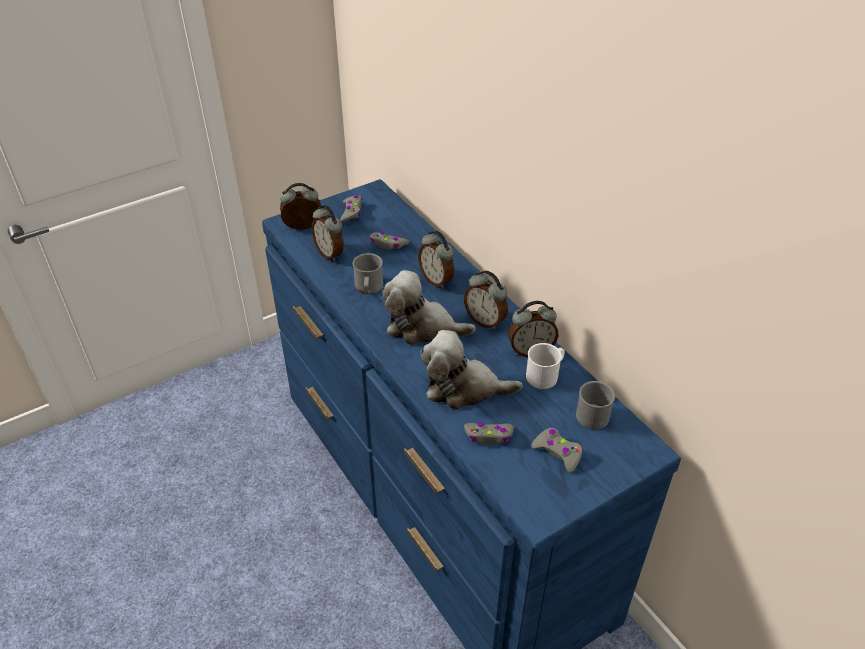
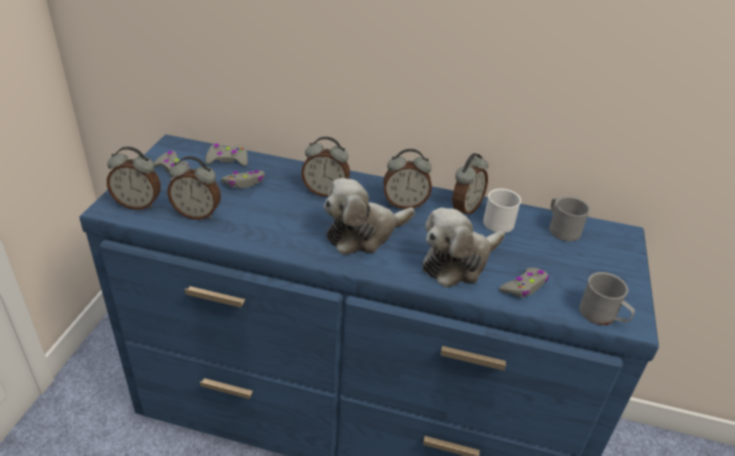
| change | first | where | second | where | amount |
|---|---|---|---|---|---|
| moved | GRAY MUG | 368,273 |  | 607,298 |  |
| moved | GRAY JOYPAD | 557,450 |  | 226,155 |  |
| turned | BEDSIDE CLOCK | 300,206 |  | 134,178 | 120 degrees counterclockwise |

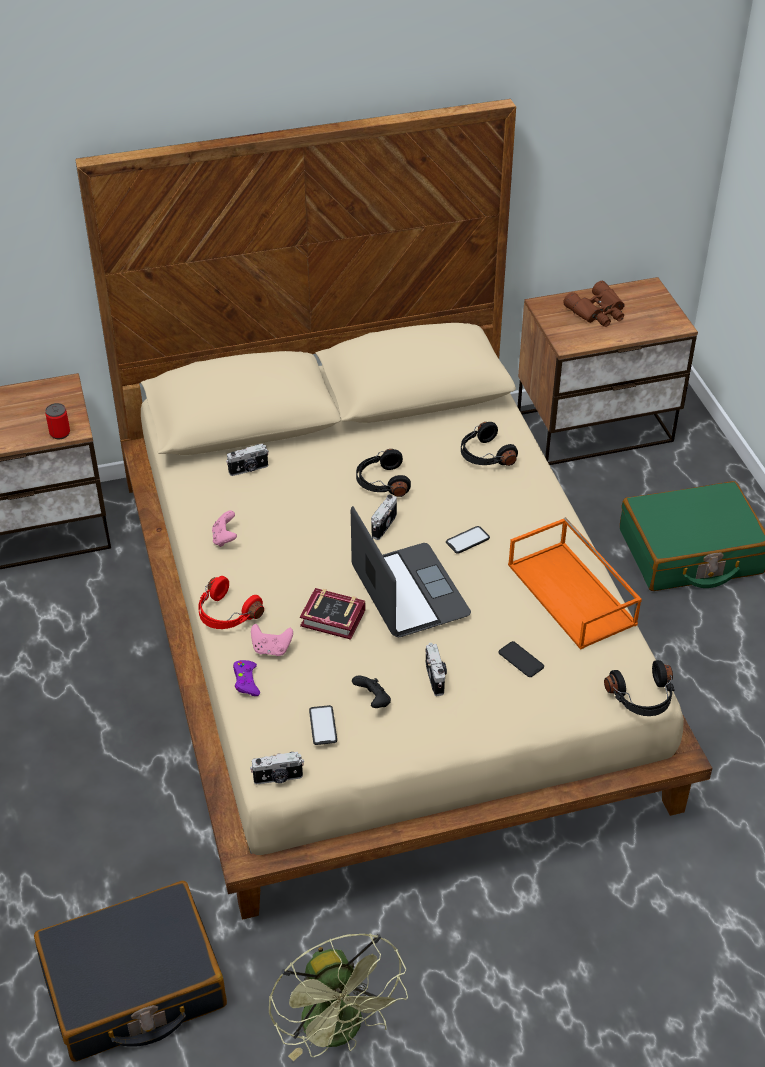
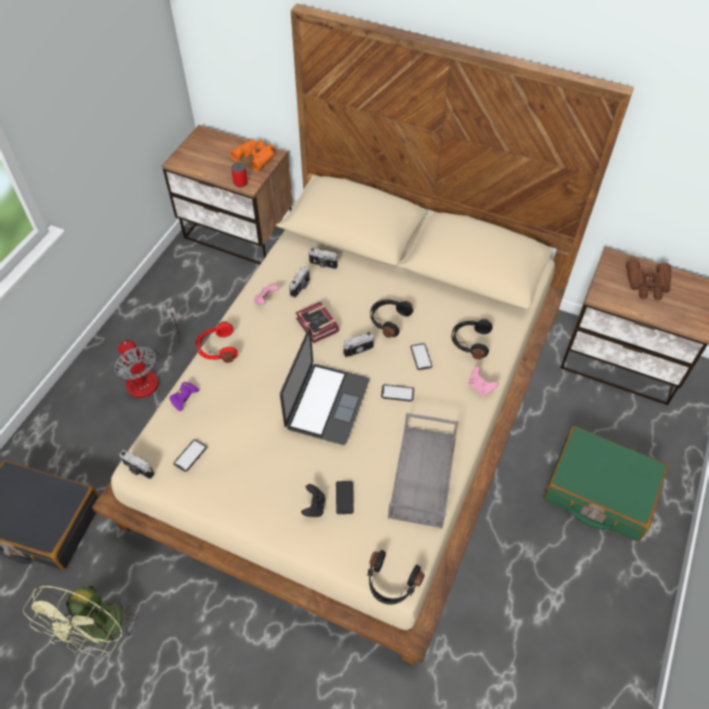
| change | first | where | second | where | amount |
|---|---|---|---|---|---|
| added |  |  | COOLING FAN | 147,352 |  |
| added |  |  | ORANGEY PAIR OF BINOCULARS | 252,155 |  |
| added |  |  | HANDSET | 421,356 |  |
| moved | PINKISH JOYPAD | 272,640 |  | 484,381 |  |
| moved | BOUND BOOK | 332,614 |  | 317,322 |  |
| moved | BLACK-COLOURED JOYPAD | 371,691 |  | 313,500 |  |
| moved | PHOTO CAMERA | 436,669 |  | 299,282 |  |
| recoloured | ORANGEY CARRYING TRAY | 575,583 | GRAY CARRYING TRAY | 423,471 |  |

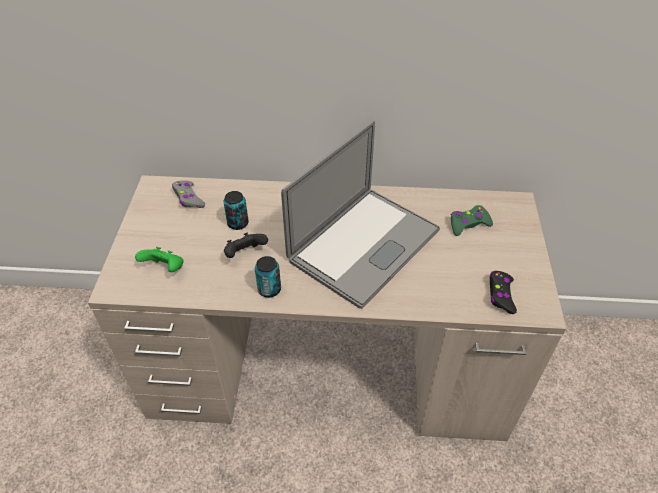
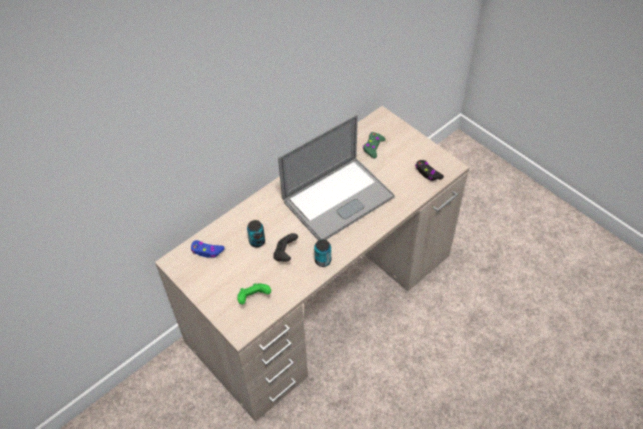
| change | first | where | second | where | amount |
|---|---|---|---|---|---|
| recoloured | GRAY JOYPAD | 188,194 | BLUE JOYPAD | 208,249 |  |
| turned | PORTABLE COMPUTER | 360,214 |  | 336,177 | 60 degrees clockwise |

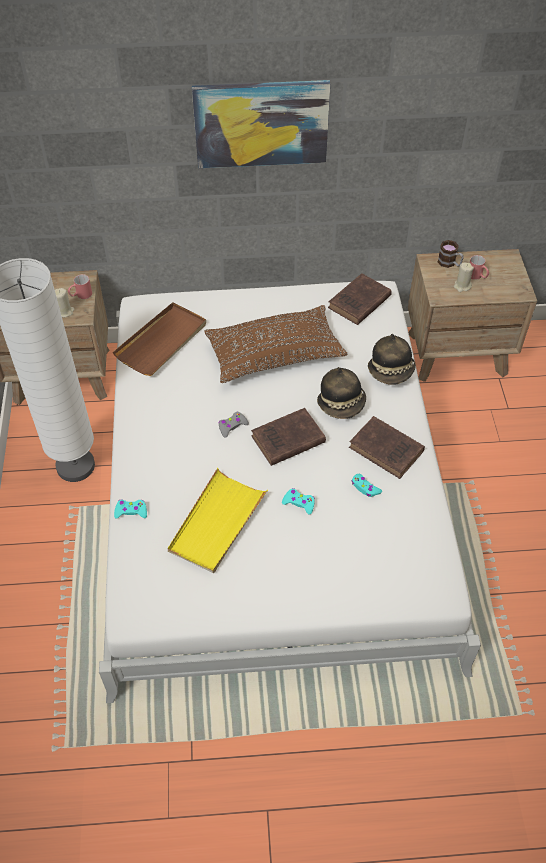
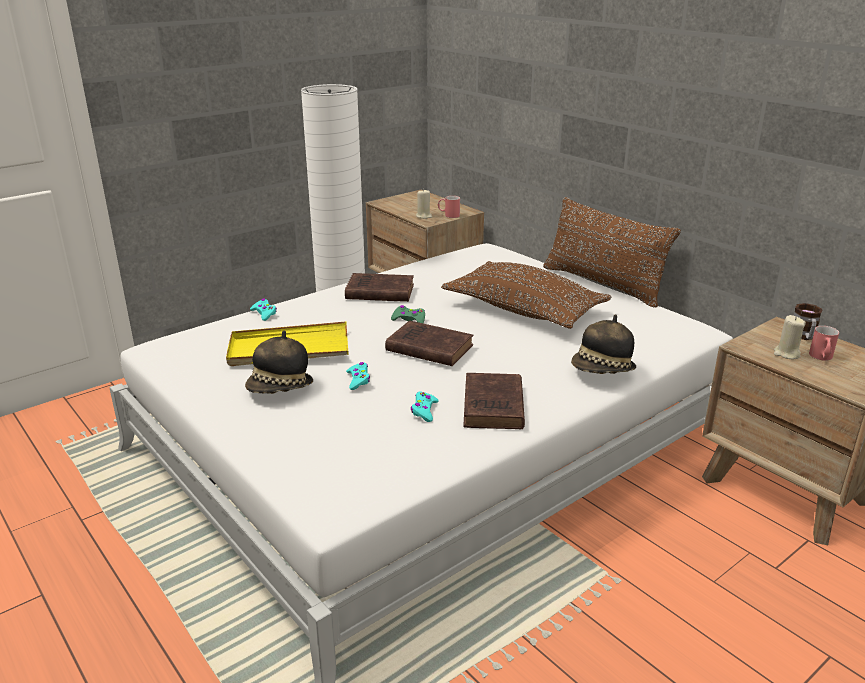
| change | first | where | second | where | amount |
|---|---|---|---|---|---|
| removed | BROWNISH CARRYING TRAY | 159,339 |  |  |  |
| removed | PICTURE | 261,124 |  |  |  |
| added |  |  | BROWNISH THROW PILLOW | 612,252 |  |
| moved | CLOTHING HAT | 341,393 |  | 279,362 |  |
| moved | BROWNISH BOUND BOOK | 360,299 |  | 379,287 |  |
| recoloured | GRAY JOYPAD | 233,425 | GREEN-COLOURED JOYPAD | 408,314 |  |

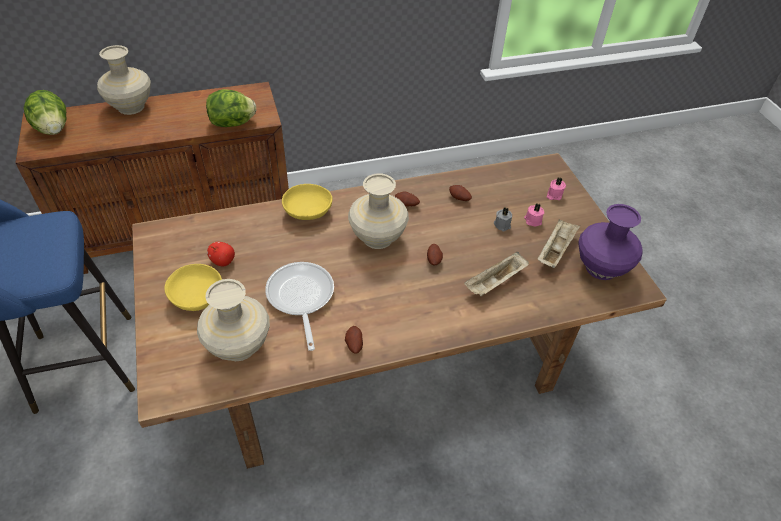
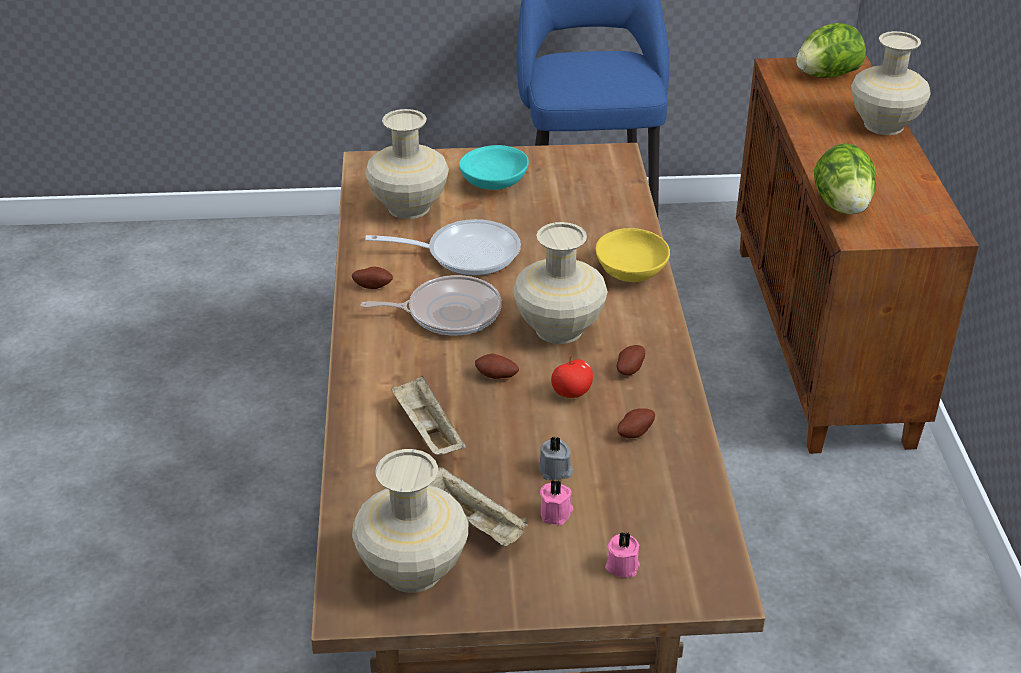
| change | first | where | second | where | amount |
|---|---|---|---|---|---|
| added |  |  | SKILLET | 431,305 |  |
| moved | APPLE FRUIT | 221,254 |  | 572,376 |  |
| recoloured | YELLOWISH DEEP DISH | 193,287 | BLUE-GREEN DEEP DISH | 494,167 |  |
| recoloured | PURPLE VASE | 611,242 | BEIGE VASE | 410,521 |  |

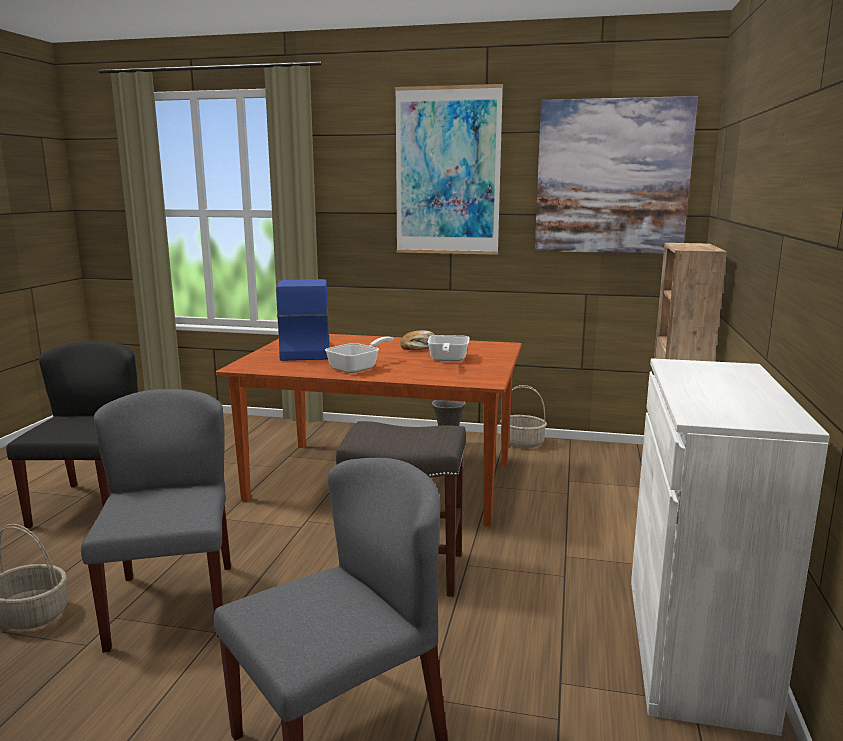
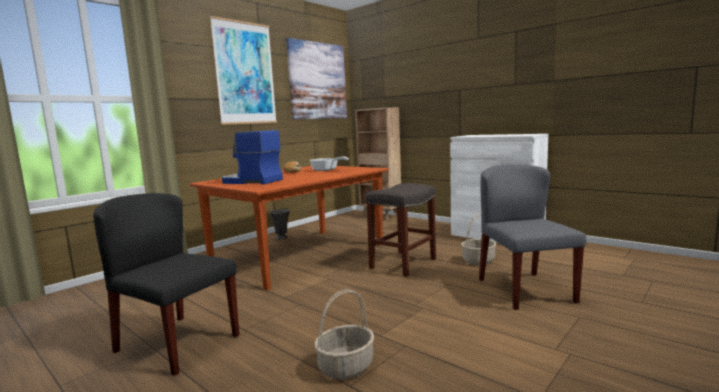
| change | first | where | second | where | amount |
|---|---|---|---|---|---|
| removed | GRAY UPRIGHT CHAIR | 156,521 |  |  |  |
| removed | SKILLET | 359,354 |  |  |  |
| moved | BASKET | 523,416 |  | 478,239 |  |

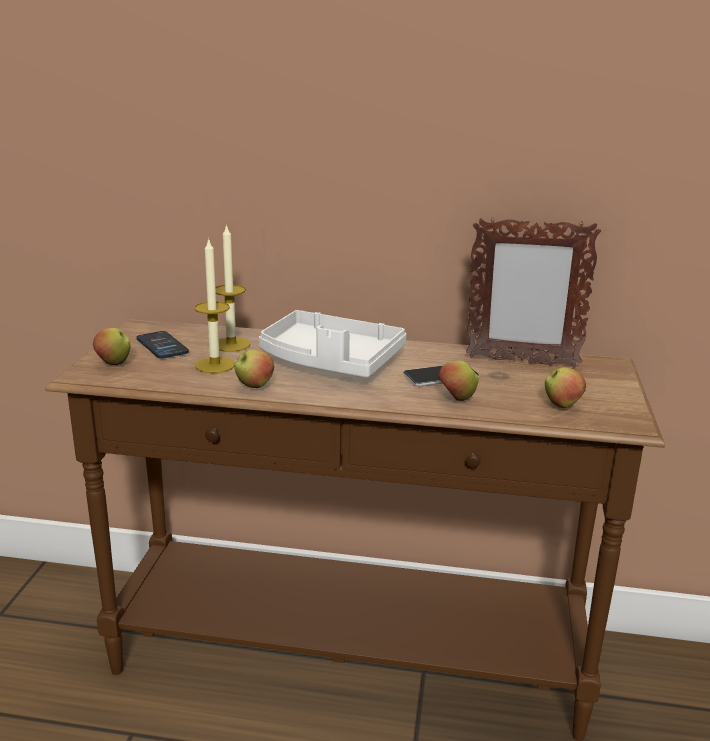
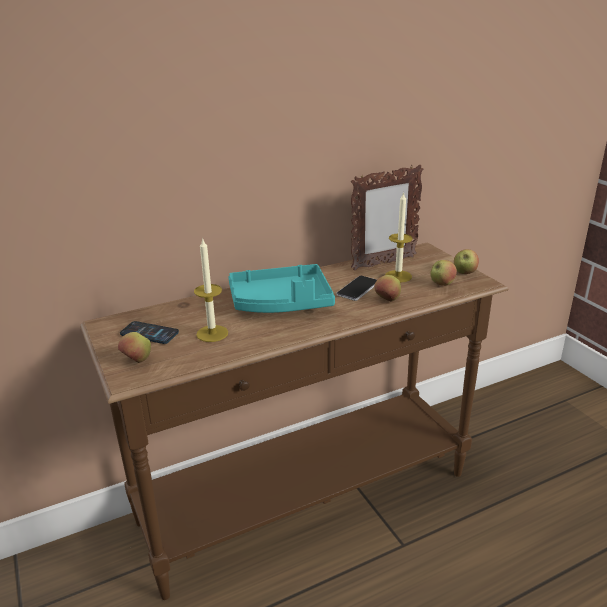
| change | first | where | second | where | amount |
|---|---|---|---|---|---|
| moved | WAX CANDLE | 233,288 |  | 399,237 |  |
| moved | APPLE FRUIT | 254,368 |  | 466,261 |  |
| recoloured | WHITE-COLOURED CARRYING TRAY | 333,344 | BLUE-GREEN CARRYING TRAY | 281,288 |  |

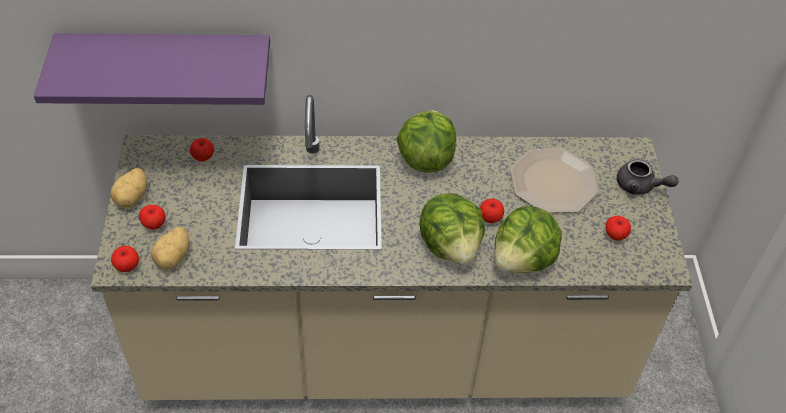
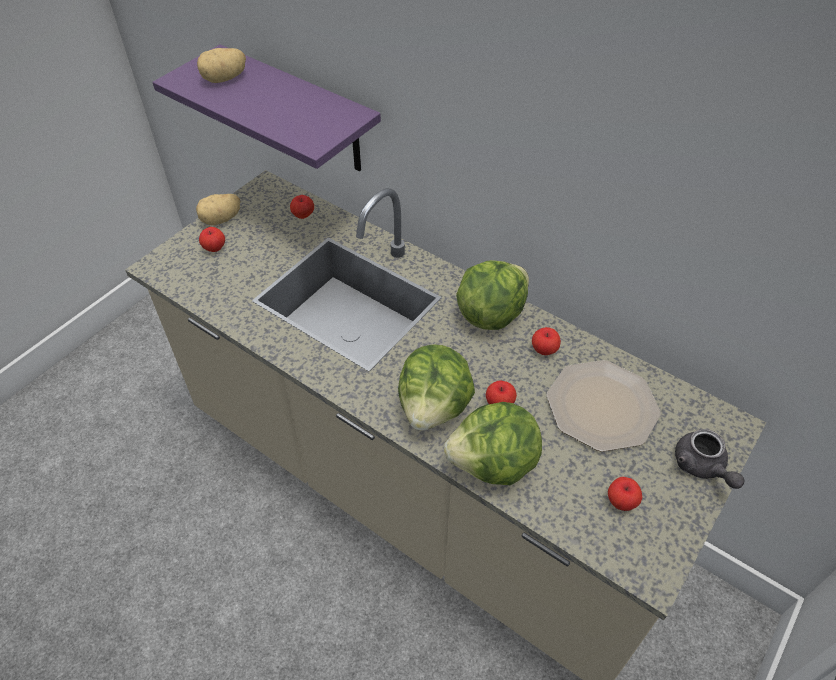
| change | first | where | second | where | amount |
|---|---|---|---|---|---|
| moved | APPLE FRUIT | 125,259 |  | 546,341 |  |
| moved | SPUD | 170,247 |  | 221,65 |  |

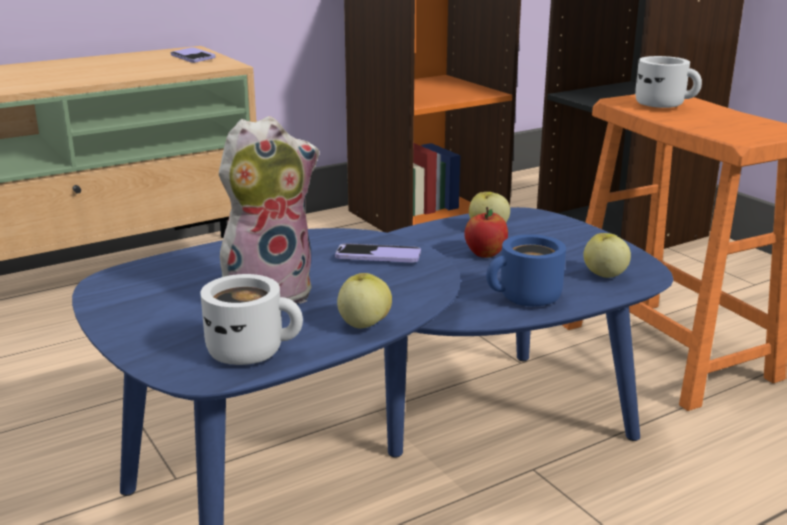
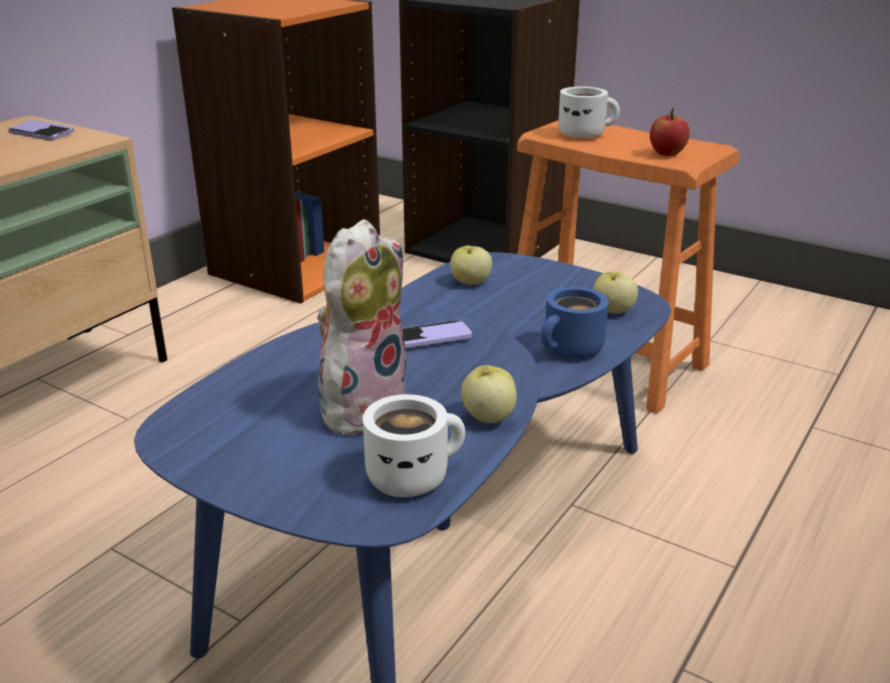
| change | first | where | second | where | amount |
|---|---|---|---|---|---|
| moved | APPLE FRUIT | 486,232 |  | 670,132 |  |

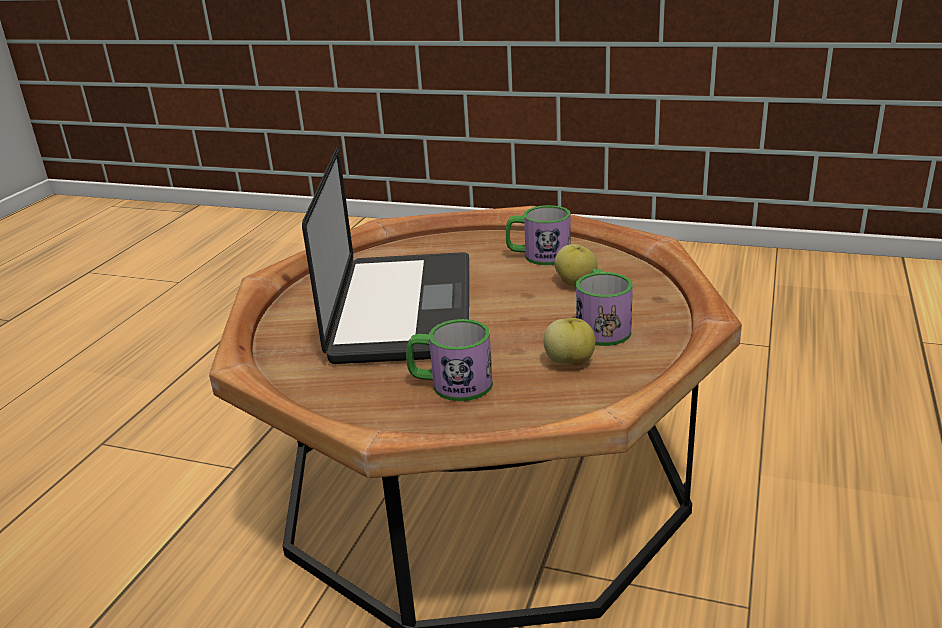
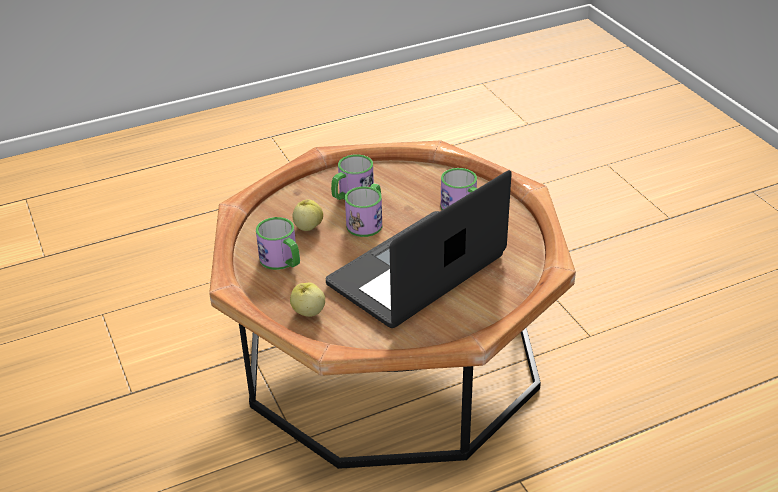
| change | first | where | second | where | amount |
|---|---|---|---|---|---|
| added |  |  | MUG | 363,210 |  |
| moved | APPLE FRUIT | 570,342 |  | 307,300 |  |

